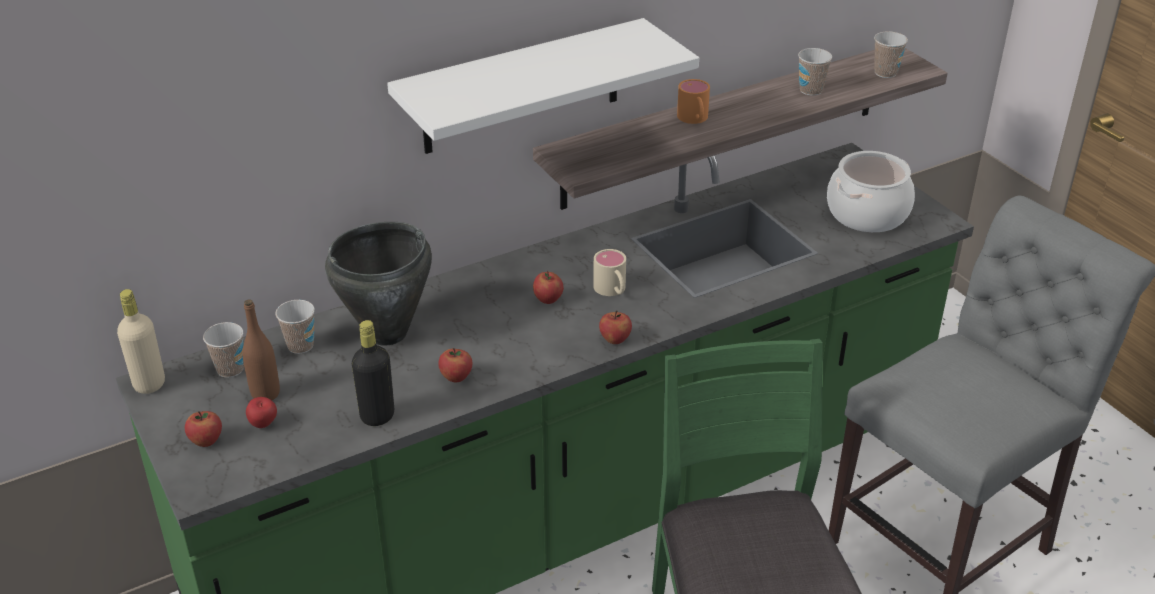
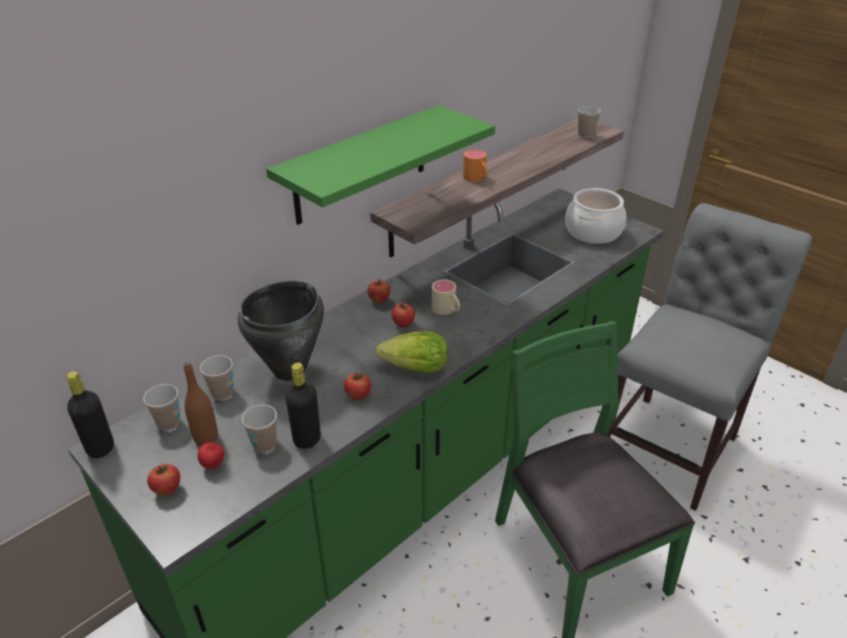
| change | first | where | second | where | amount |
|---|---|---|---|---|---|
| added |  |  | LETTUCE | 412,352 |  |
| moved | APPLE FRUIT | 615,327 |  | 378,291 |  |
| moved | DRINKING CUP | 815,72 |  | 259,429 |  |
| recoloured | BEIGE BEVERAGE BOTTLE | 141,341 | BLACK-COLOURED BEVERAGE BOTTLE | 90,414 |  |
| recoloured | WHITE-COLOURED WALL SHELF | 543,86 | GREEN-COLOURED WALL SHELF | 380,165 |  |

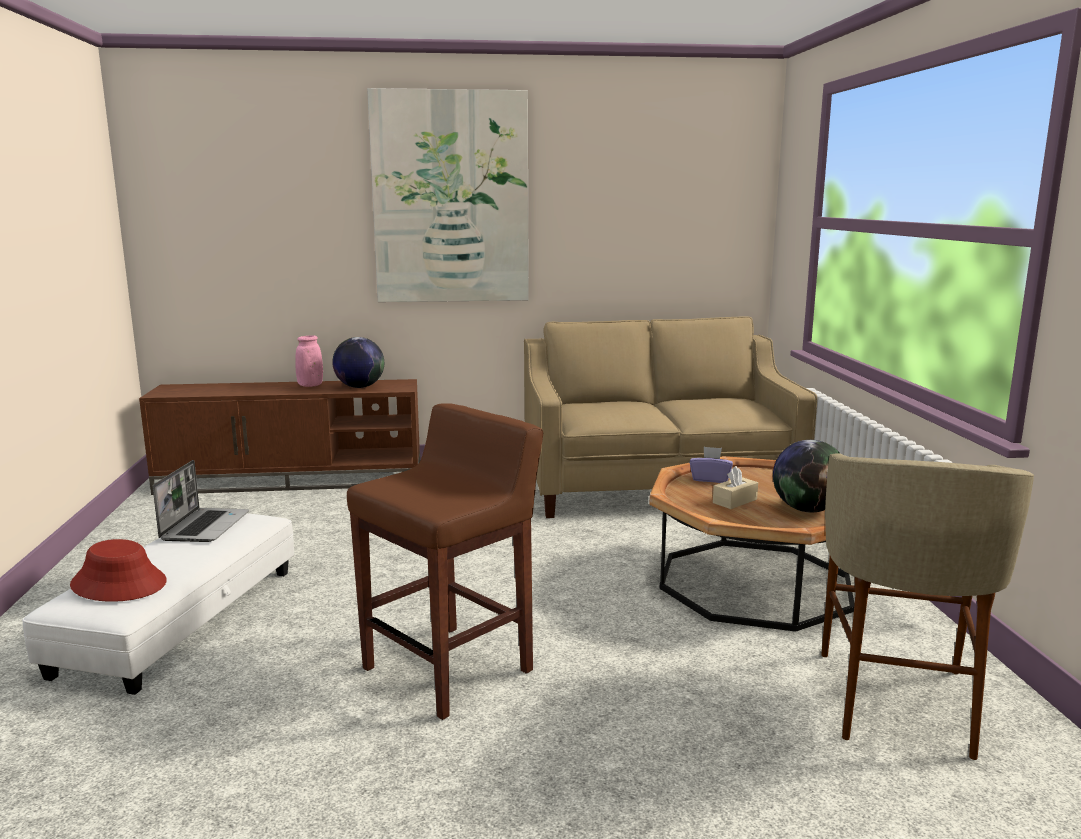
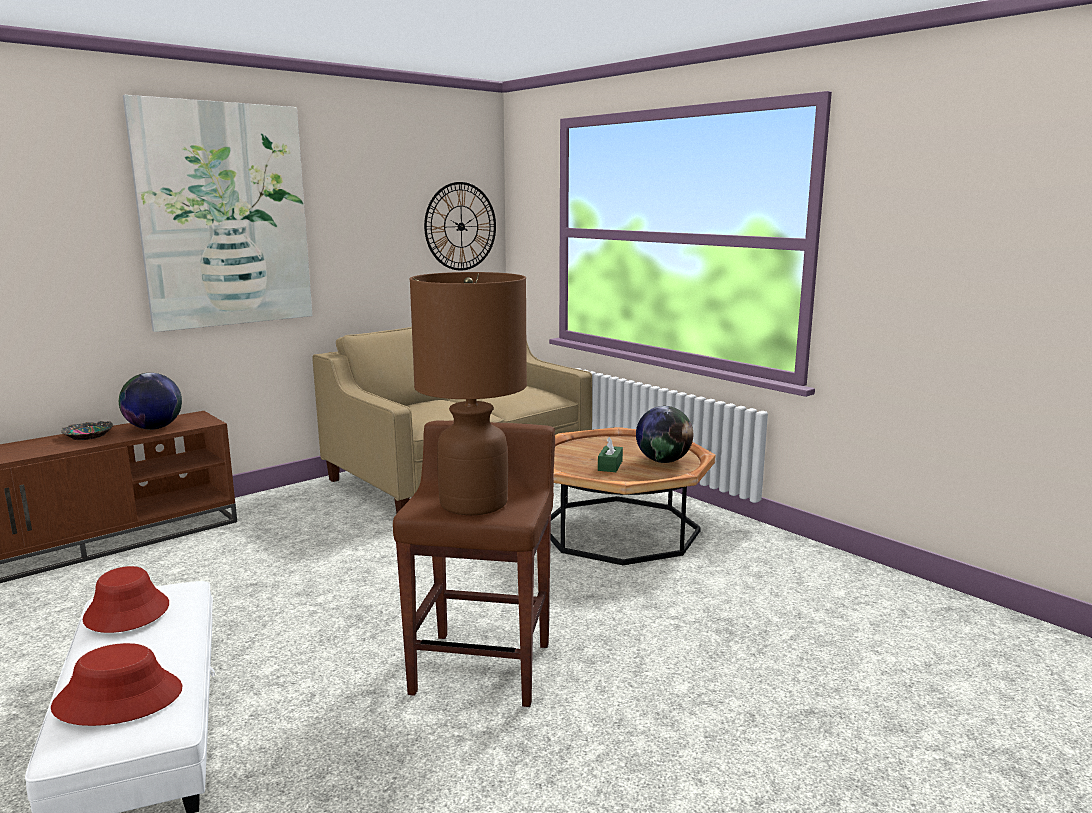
| change | first | where | second | where | amount |
|---|---|---|---|---|---|
| removed | PURPLE BOX OF TISSUES | 711,465 |  |  |  |
| removed | BEIGE SITTING STOOL | 927,606 |  |  |  |
| added |  |  | BROWNISH TABLETOP LAMP | 468,393 |  |
| added |  |  | HANGING CLOCK | 460,226 |  |
| replaced | PORTABLE COMPUTER | 201,501 | REDDISH CLOTHING HAT | 126,599 |  |
| replaced | PINKISH VASE | 309,361 | DEEP DISH | 87,430 |  |
| recoloured | BEIGE BOX OF TISSUES | 735,487 | GREEN-COLOURED BOX OF TISSUES | 610,454 |  |

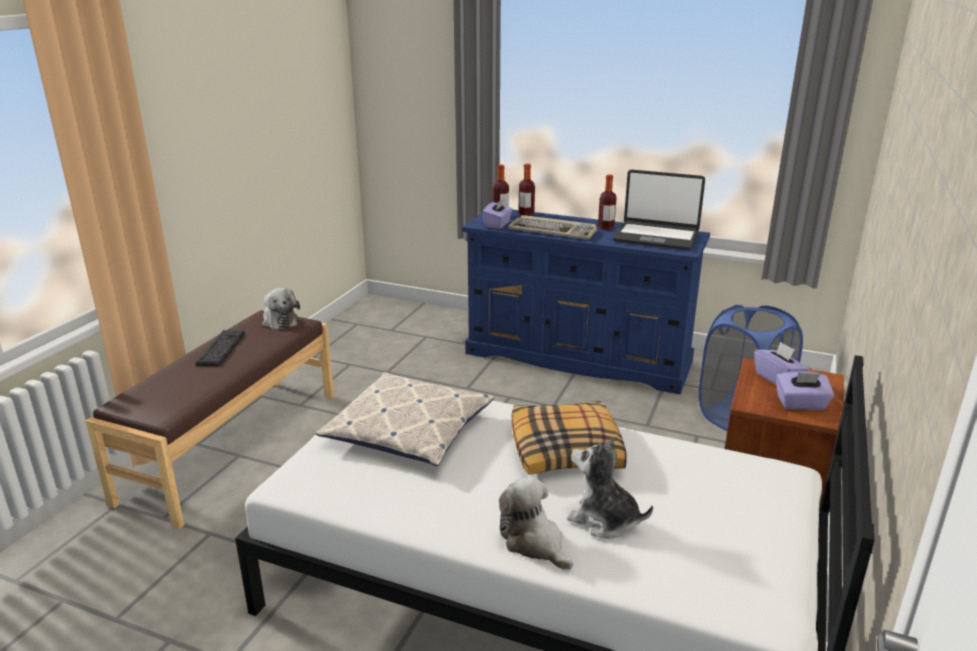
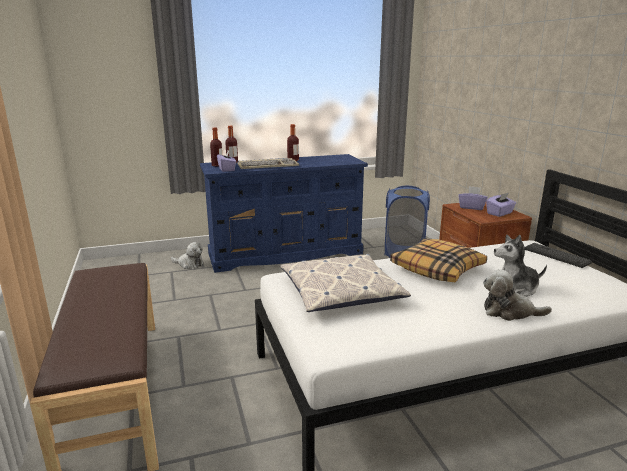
| change | first | where | second | where | amount |
|---|---|---|---|---|---|
| removed | PORTABLE COMPUTER | 658,210 |  |  |  |
| moved | KEYBOARD | 220,348 |  | 558,255 |  |
| moved | SOFT TOY | 281,309 |  | 187,255 |  |

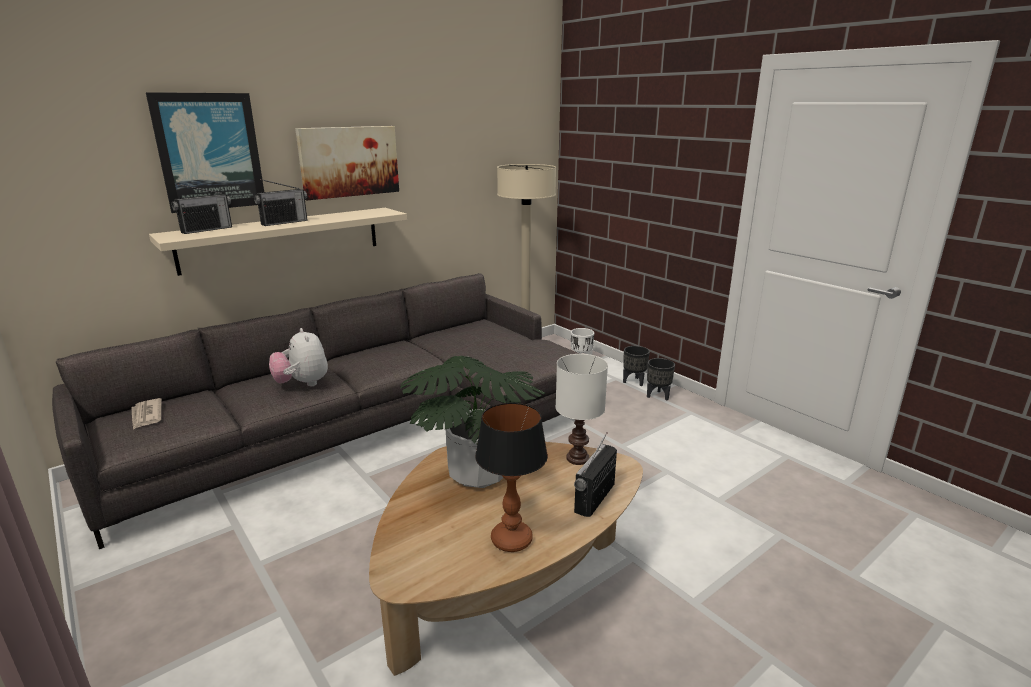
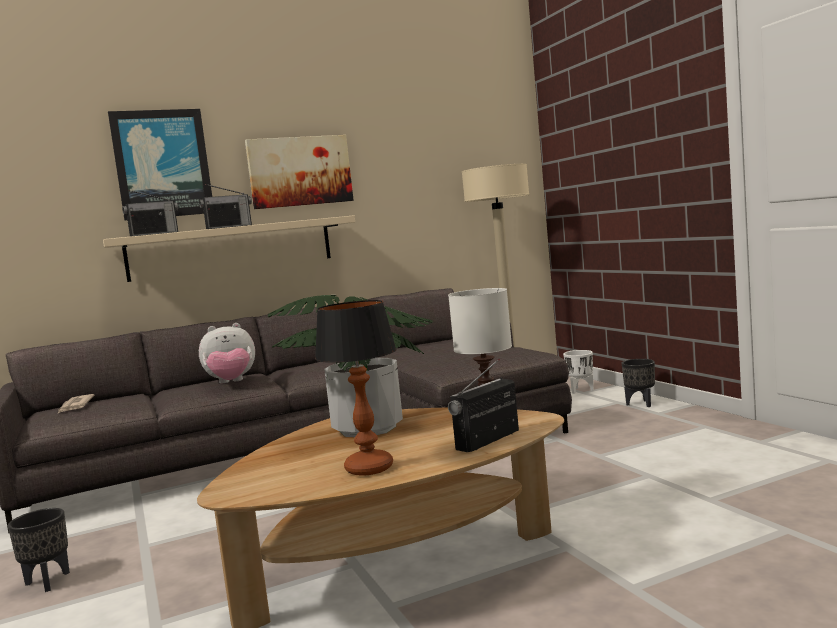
| change | first | where | second | where | amount |
|---|---|---|---|---|---|
| moved | BLACK-COLOURED FLOWER POT | 661,379 |  | 39,550 |  |
| turned | SOFT TOY | 298,357 |  | 227,353 | 90 degrees counterclockwise |

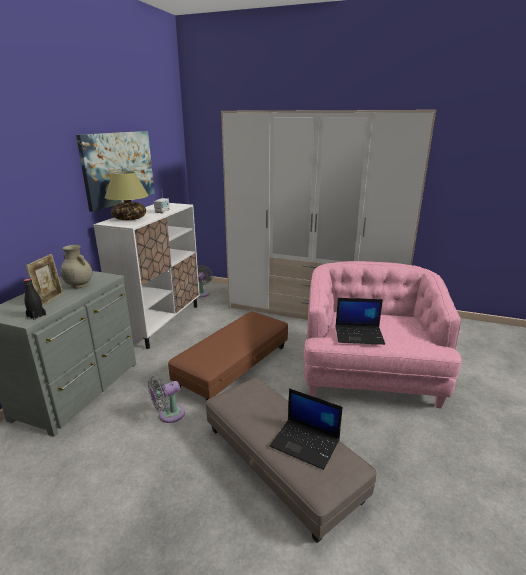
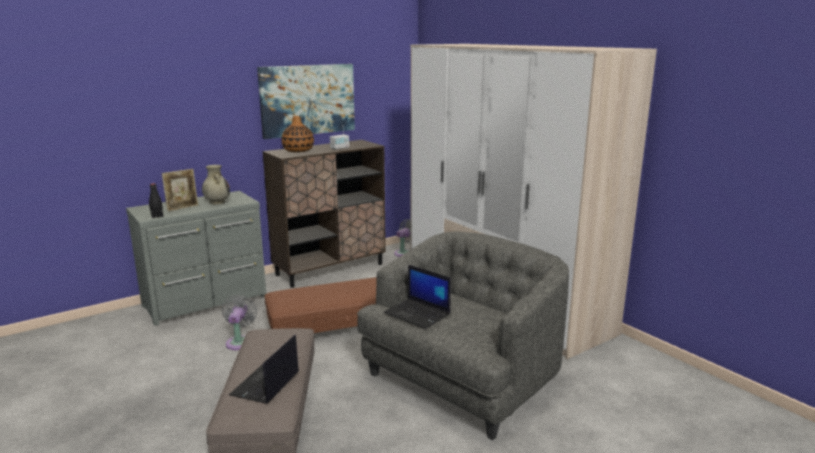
| change | first | where | second | where | amount |
|---|---|---|---|---|---|
| replaced | TABLETOP LAMP | 126,195 | VASE | 297,134 |  |
| recoloured | WHITE-COLOURED STORAGE CABINET | 146,276 | BROWNISH STORAGE CABINET | 324,214 |  |
| recoloured | PINKISH ARMCHAIR | 382,334 | GRAY ARMCHAIR | 463,335 |  |
| turned | GRAY COOLING FAN | 166,399 |  | 239,322 | 90 degrees clockwise |
| turned | PORTABLE COMPUTER | 306,429 |  | 264,369 | 45 degrees clockwise |

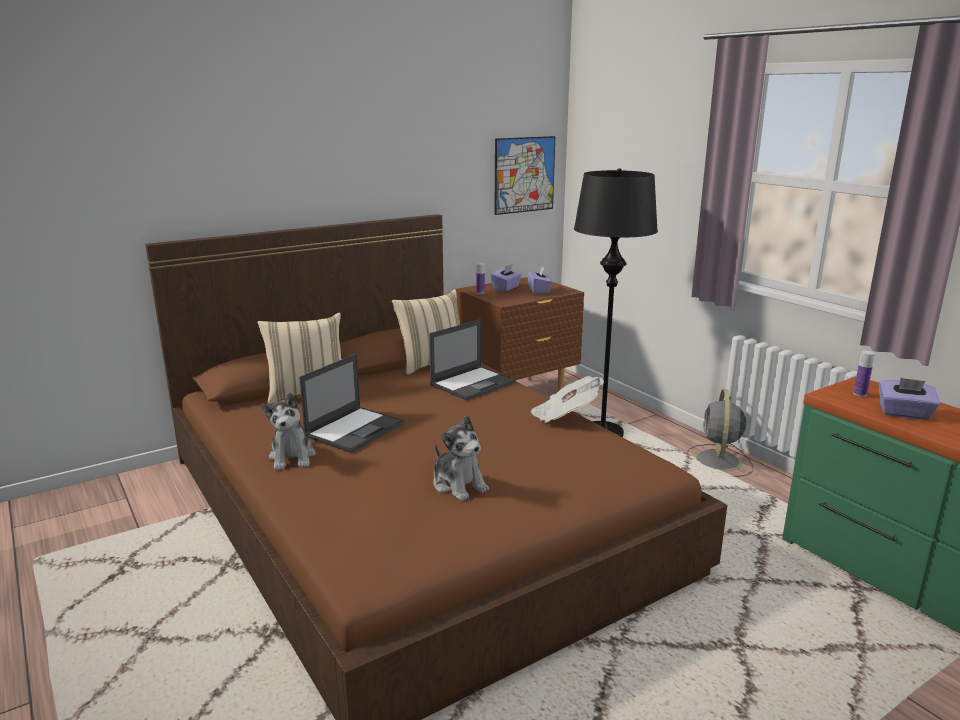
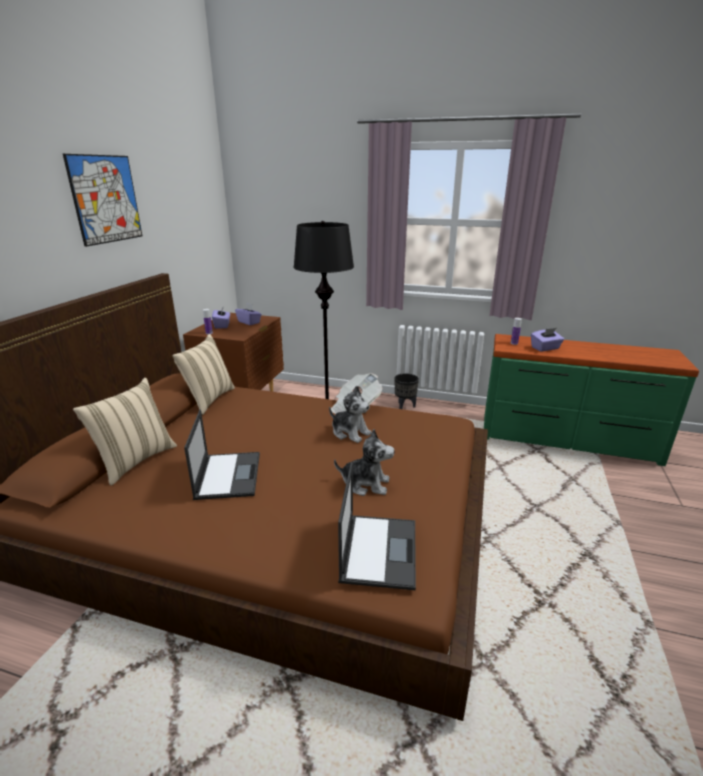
| change | first | where | second | where | amount |
|---|---|---|---|---|---|
| moved | SOFT TOY | 288,431 |  | 350,414 |  |
| moved | PORTABLE COMPUTER | 472,360 |  | 377,526 |  |
| moved | PICTURE | 524,175 |  | 102,200 |  |
| replaced | GRAY COOLING FAN | 720,433 | BLACK-COLOURED FLOWER POT | 407,391 |  |

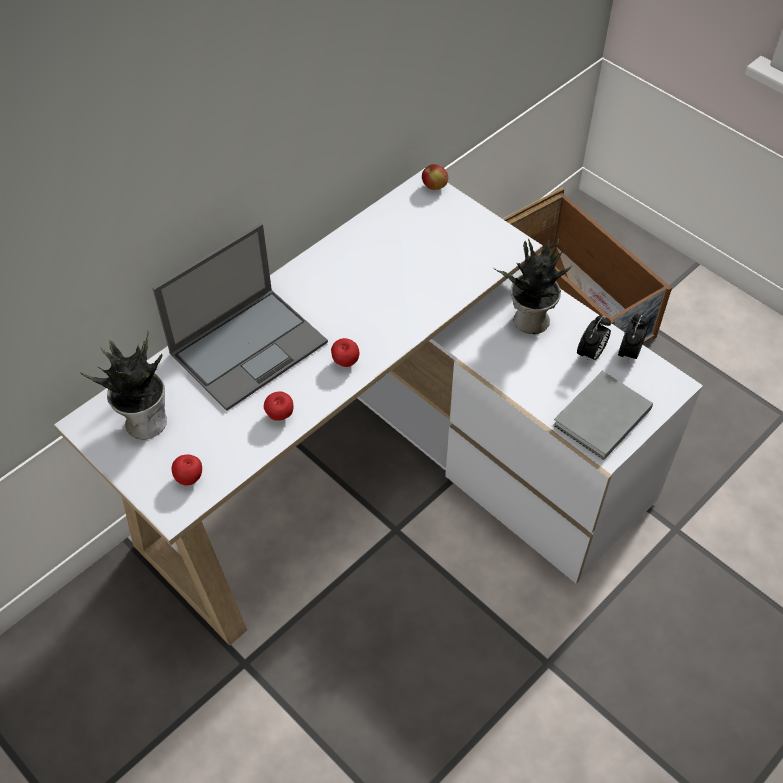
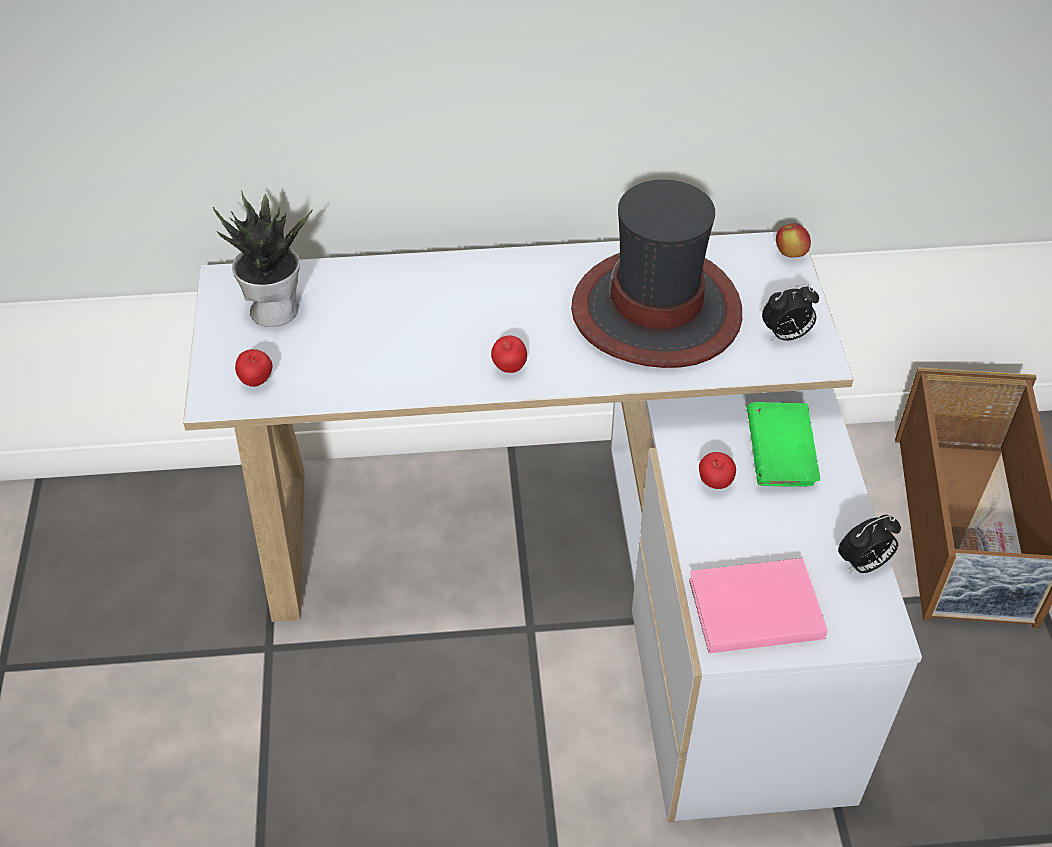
| change | first | where | second | where | amount |
|---|---|---|---|---|---|
| removed | PORTABLE COMPUTER | 240,317 |  |  |  |
| added |  |  | CLOTHING HAT | 656,274 |  |
| moved | APPLE FRUIT | 279,406 |  | 717,470 |  |
| moved | BEDSIDE CLOCK | 594,339 |  | 790,312 |  |
| replaced | HOUSEPLANT | 533,286 | GREEN-COLOURED BOUND BOOK | 783,444 |  |
| recoloured | GRAY BOUND BOOK | 603,415 | PINKISH BOUND BOOK | 758,605 |  |

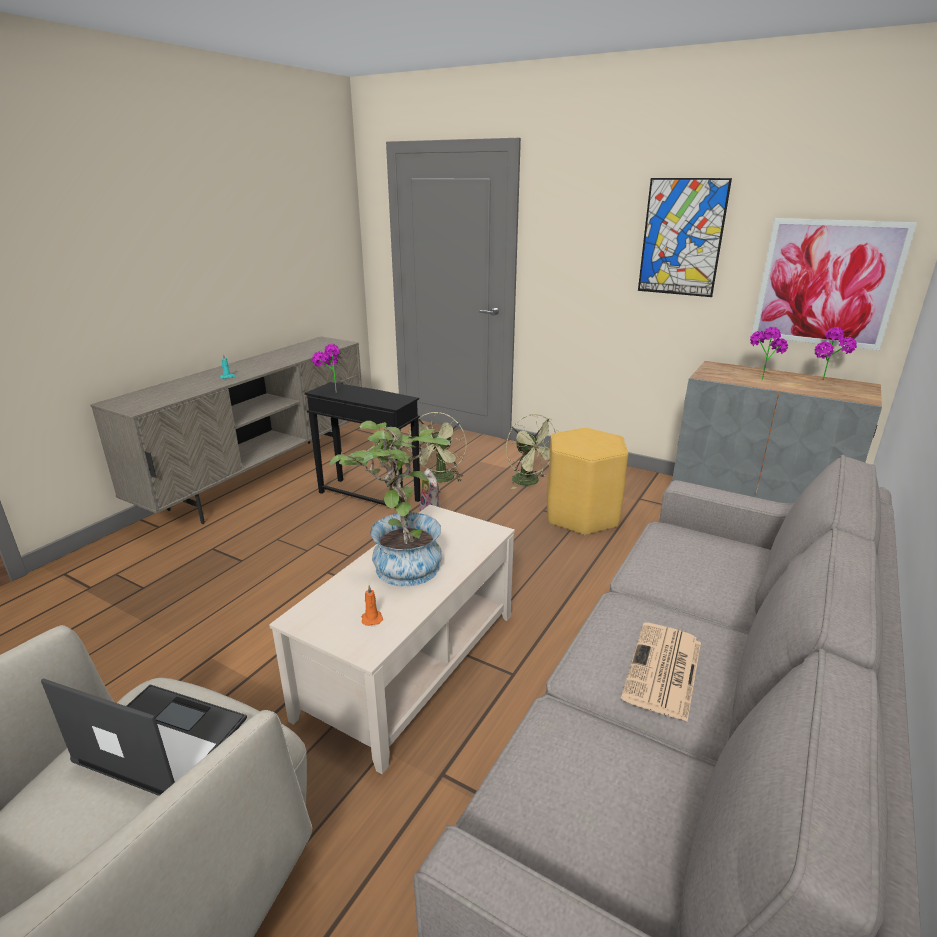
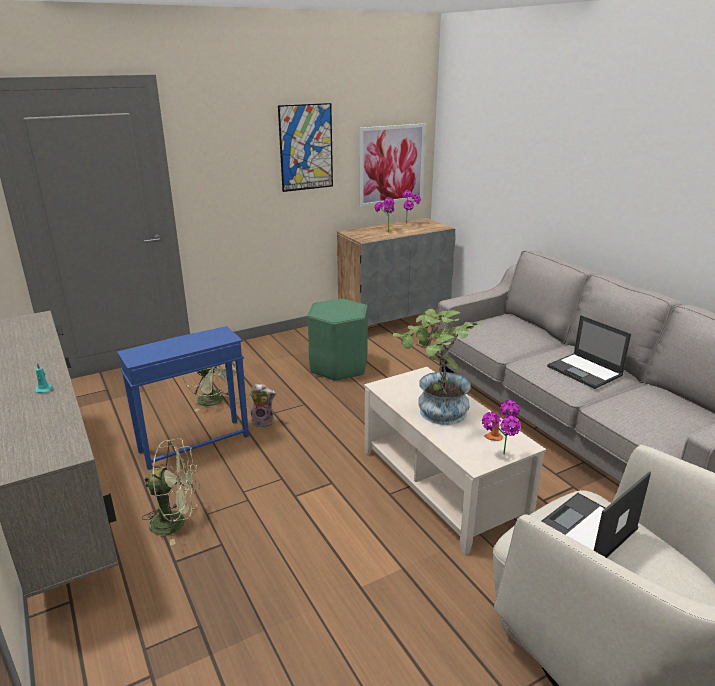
| change | first | where | second | where | amount |
|---|---|---|---|---|---|
| moved | HOUSEPLANT | 326,368 |  | 501,427 |  |
| moved | GREEN-COLOURED COOLING FAN | 533,451 |  | 171,492 |  |
| replaced | NEWSPAPER | 661,672 | PORTABLE COMPUTER | 589,352 |  |
| recoloured | BLACK-COLOURED SIDE TABLE | 363,445 | BLUE SIDE TABLE | 183,398 |  |
| recoloured | YELLOWISH SITTING STOOL | 587,482 | GREEN-COLOURED SITTING STOOL | 338,339 |  |

